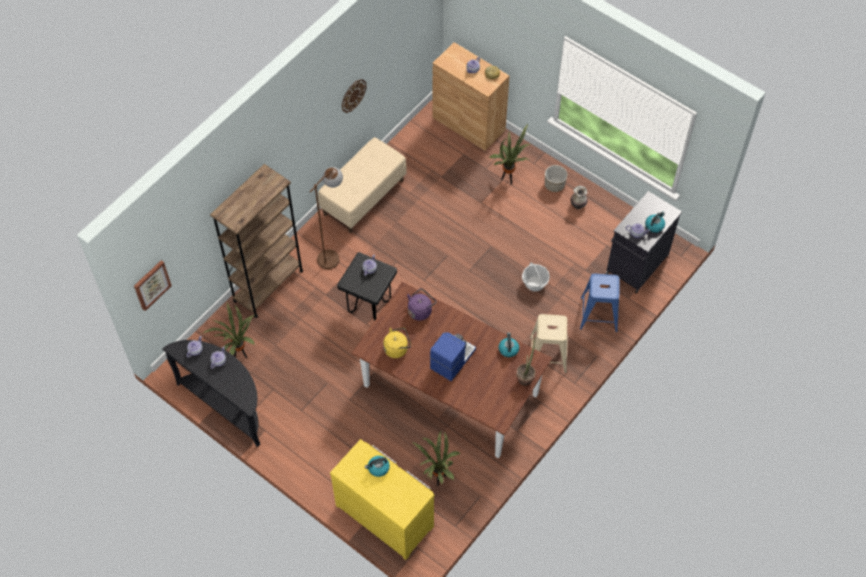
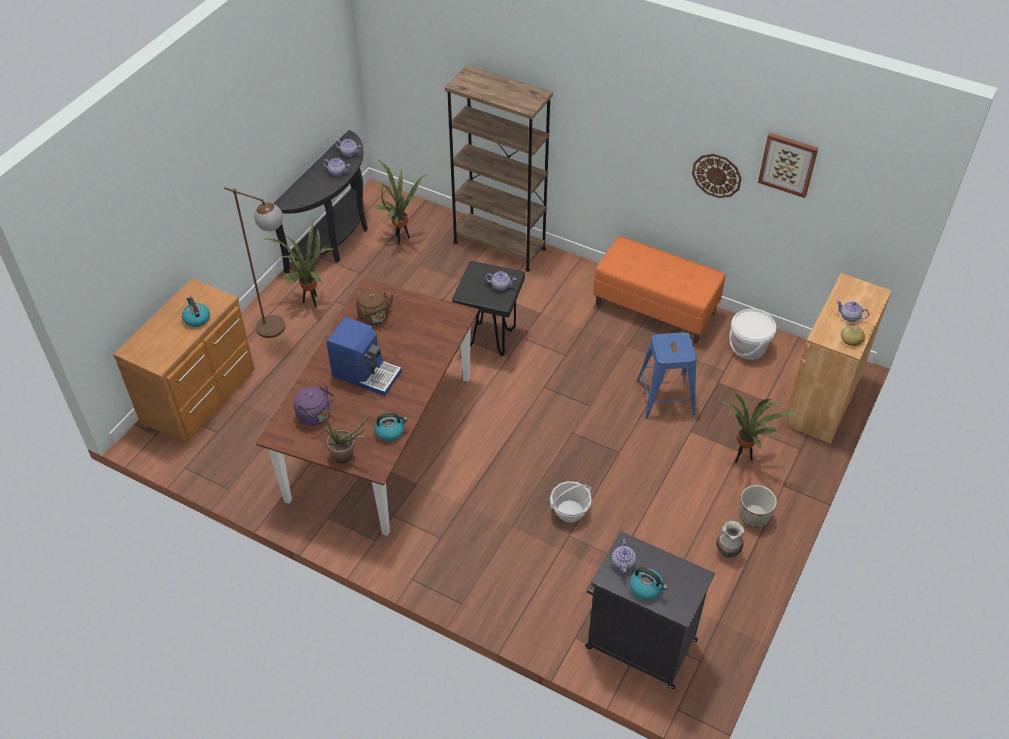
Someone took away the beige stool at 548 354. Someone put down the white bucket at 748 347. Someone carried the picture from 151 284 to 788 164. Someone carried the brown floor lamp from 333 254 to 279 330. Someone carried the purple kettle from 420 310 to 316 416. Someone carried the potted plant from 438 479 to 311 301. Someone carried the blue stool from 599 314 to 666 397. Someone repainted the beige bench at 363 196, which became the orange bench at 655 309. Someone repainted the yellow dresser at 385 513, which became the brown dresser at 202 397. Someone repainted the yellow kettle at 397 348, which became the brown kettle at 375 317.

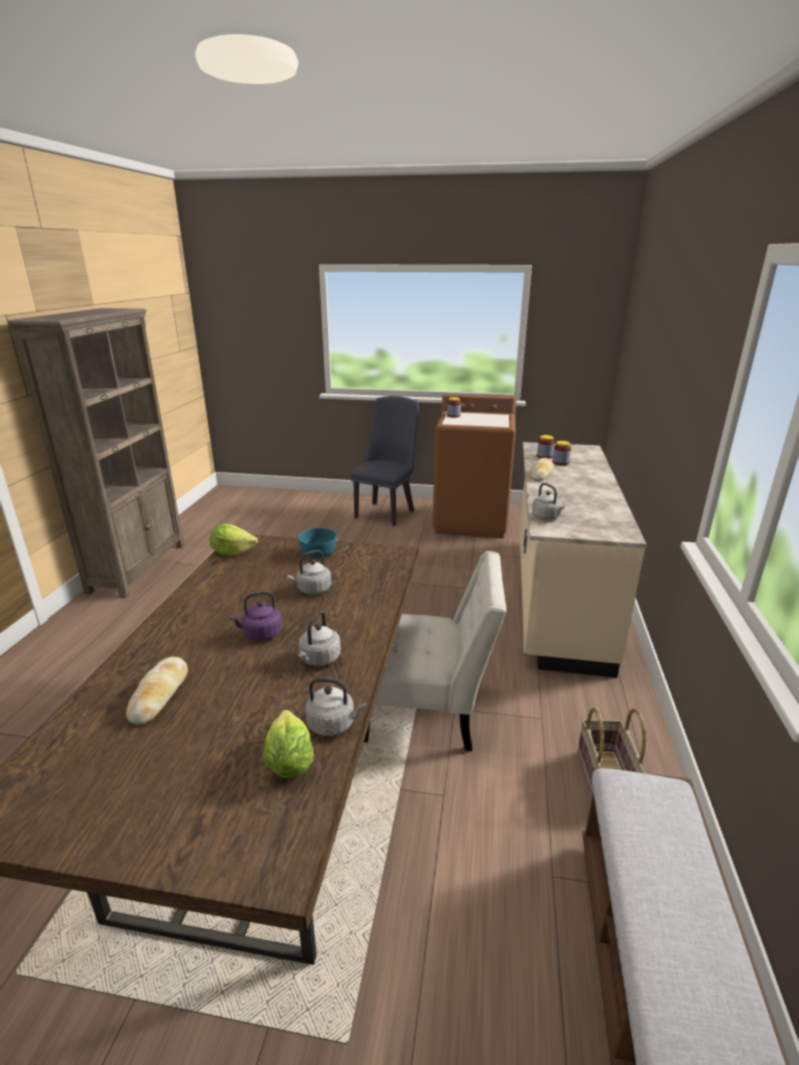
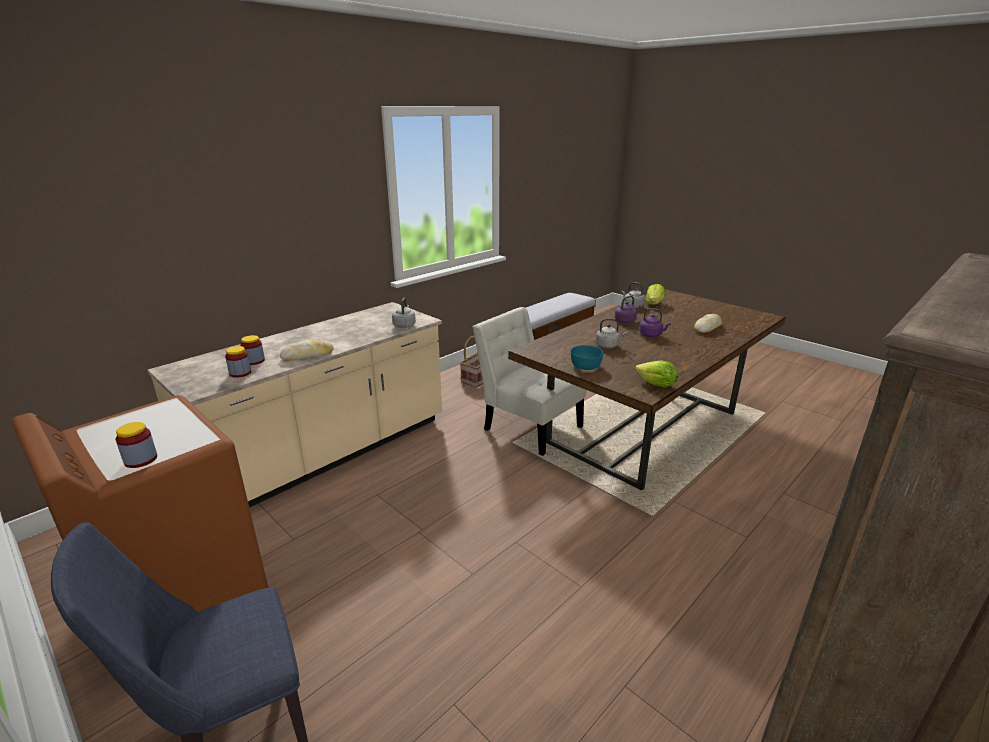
Someone repainted the grey kettle at 319 659, which became the purple kettle at 626 321.

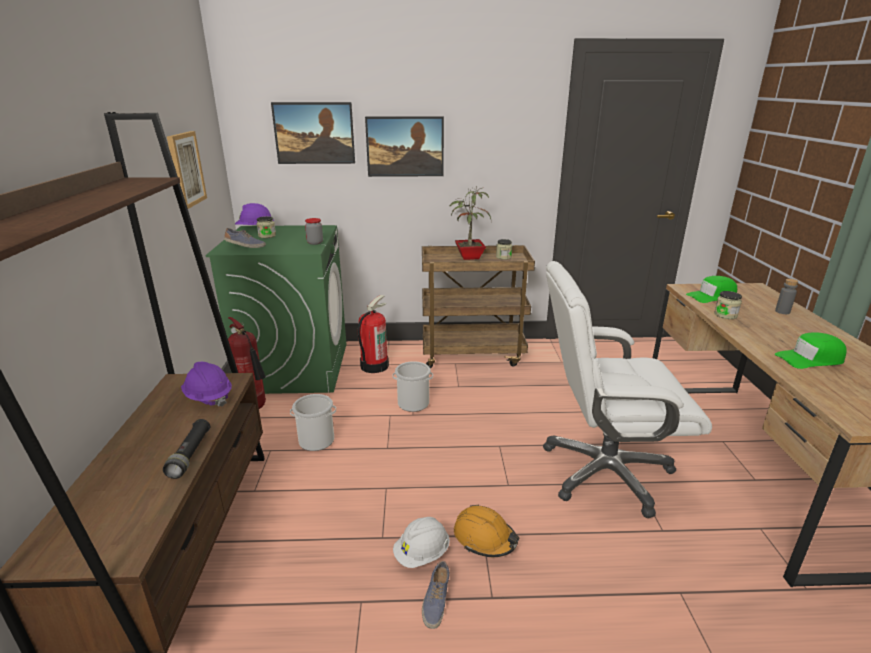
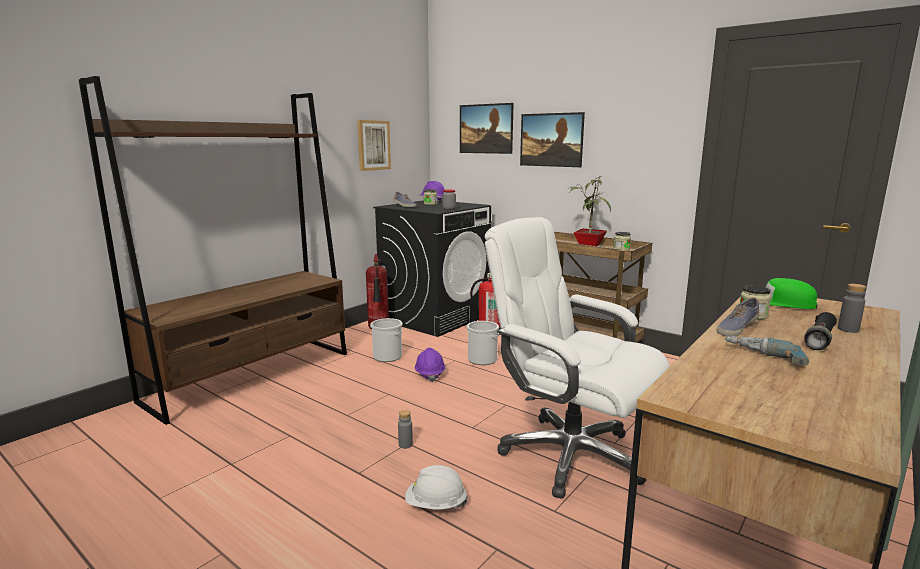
Someone carried the black flashlight from 190 455 to 820 339. Someone carried the purple hard hat from 208 397 to 429 374. Someone carried the white hard hat from 422 554 to 435 505. Someone carried the shoe from 436 600 to 736 328. Someone swapped the orange hard hat at 484 538 for the grey bottle at 405 445. Someone swapped the green cap at 810 359 for the power drill at 763 358. Someone repainted the green washing machine at 295 367, which became the black washing machine at 435 317.

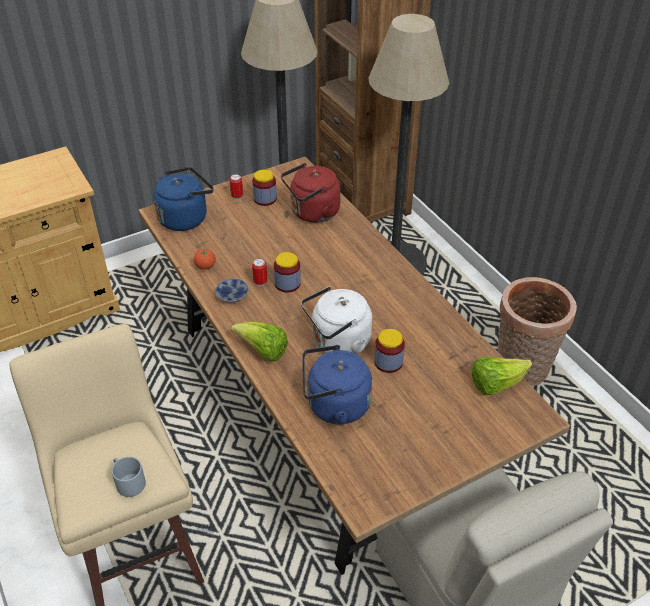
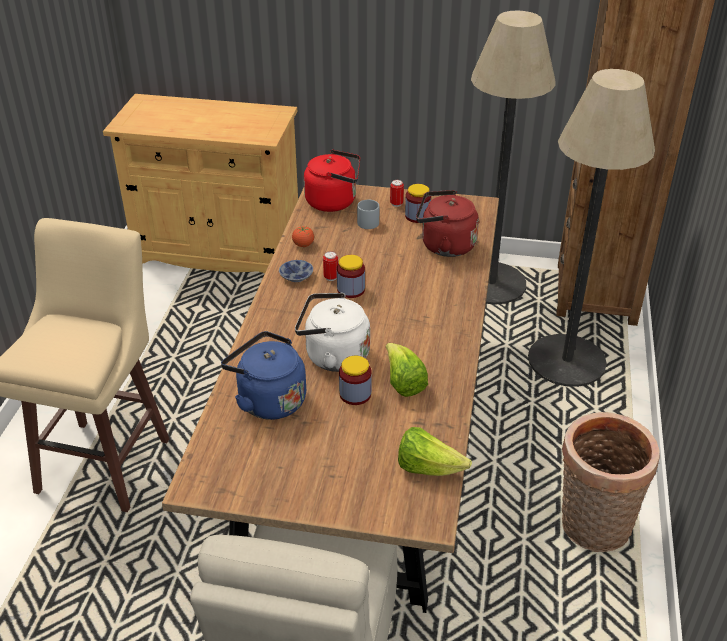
Someone carried the grey mug from 127 481 to 367 221. Someone carried the lettuce from 263 351 to 403 383. Someone repainted the blue kettle at 185 217, which became the red kettle at 334 202.

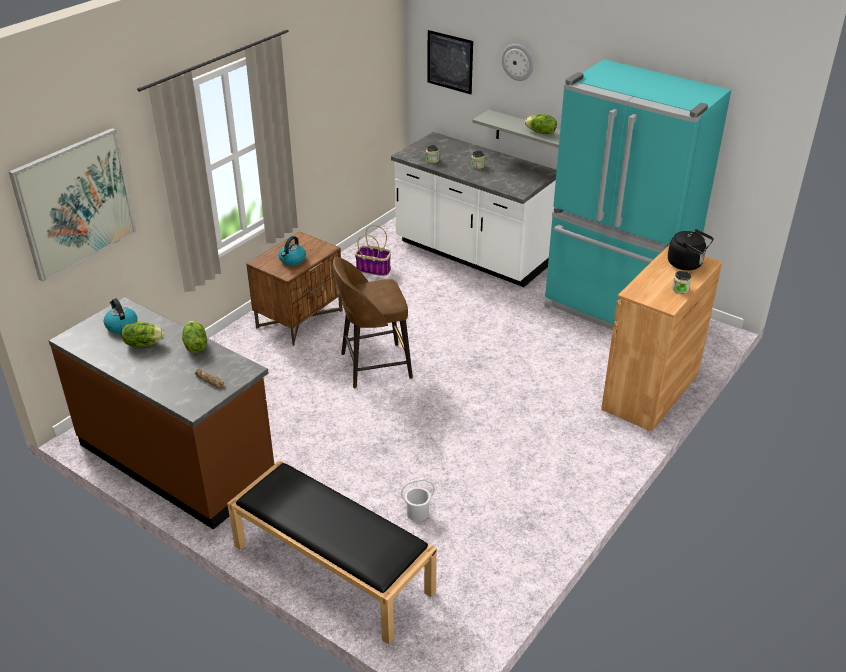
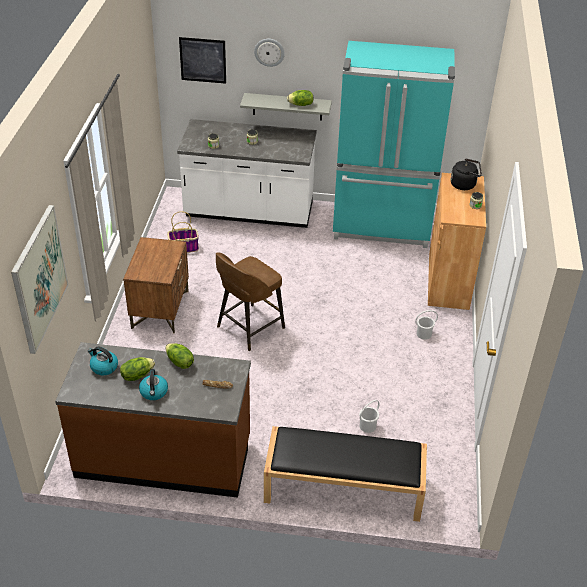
Someone put down the white bucket at 424 334. Someone carried the kettle from 292 260 to 154 392.

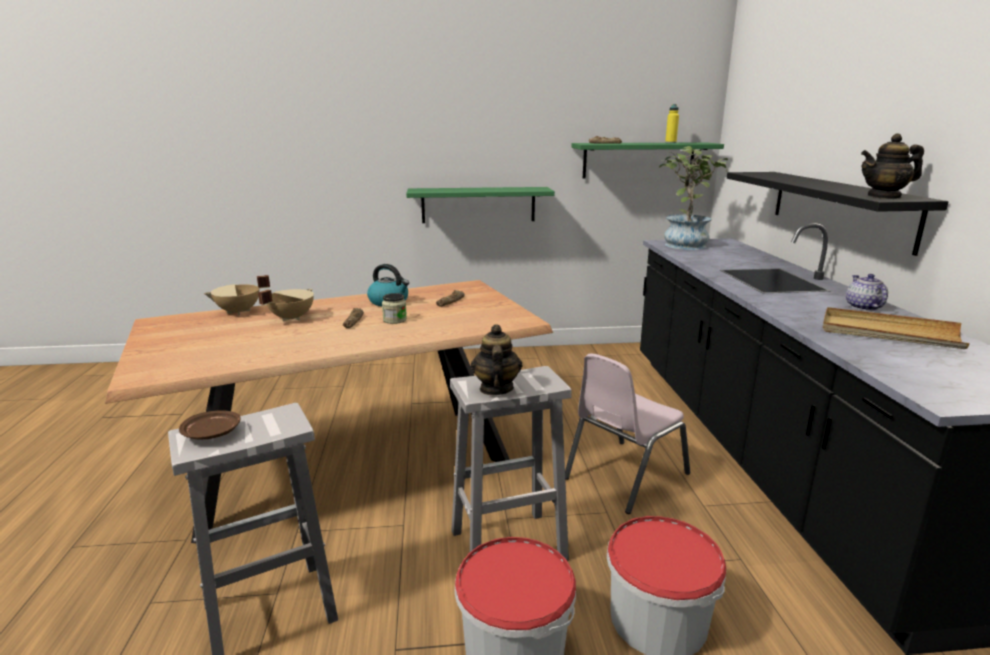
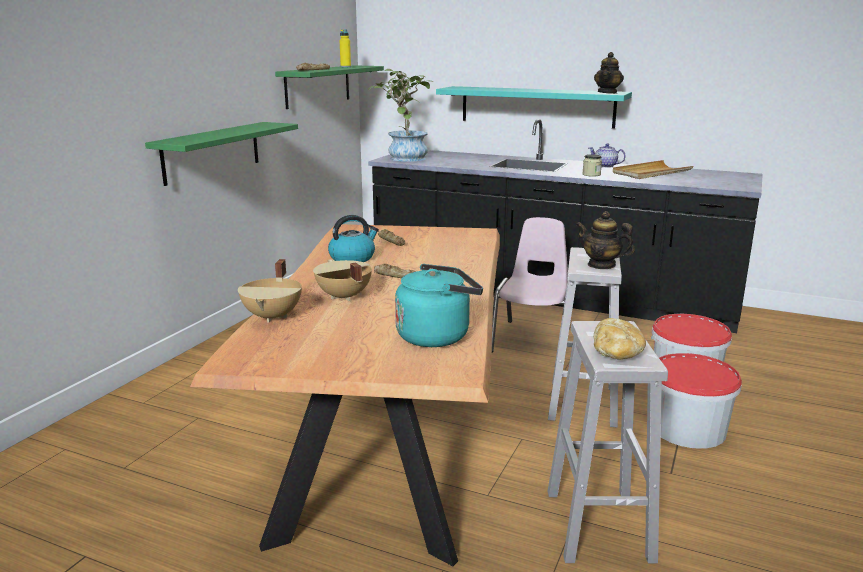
Someone put down the turquoise kettle at 437 336. Someone carried the jar from 395 320 to 591 174. Someone swapped the brown plate at 212 434 for the bread at 617 353. Someone repainted the black shelf at 839 207, which became the turquoise shelf at 536 106. Someone rotated the pink chair at 624 475 by 150 degrees counterclockwise.

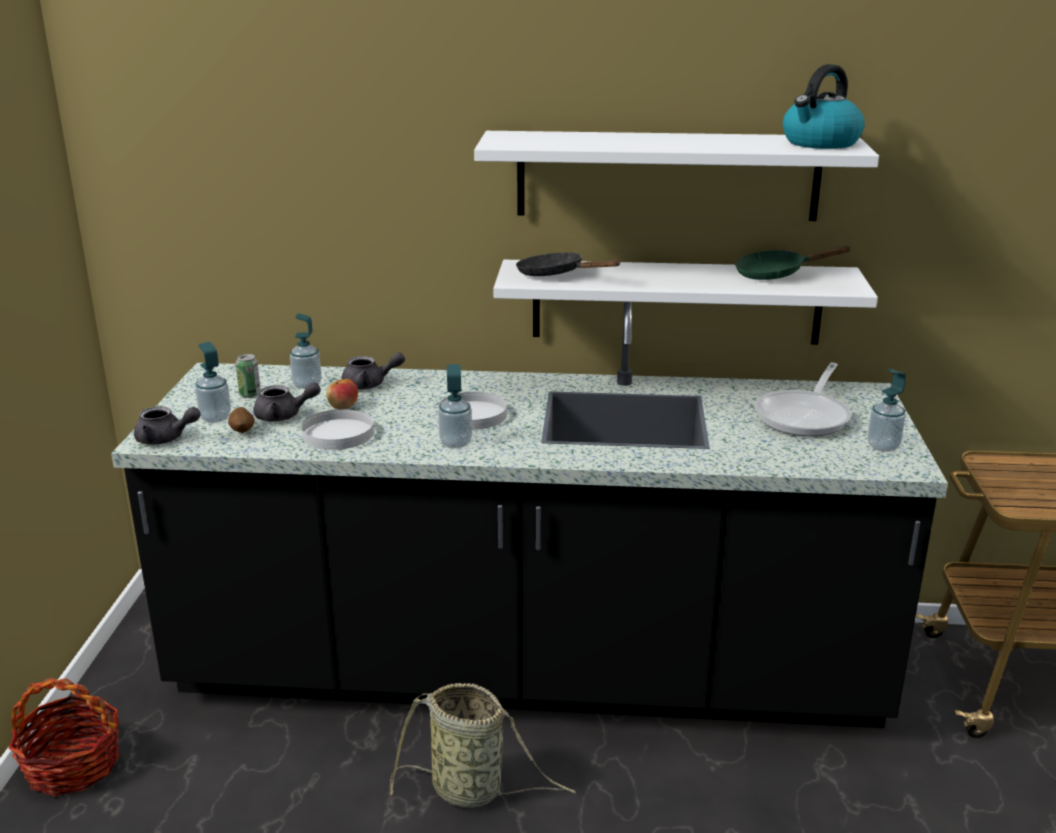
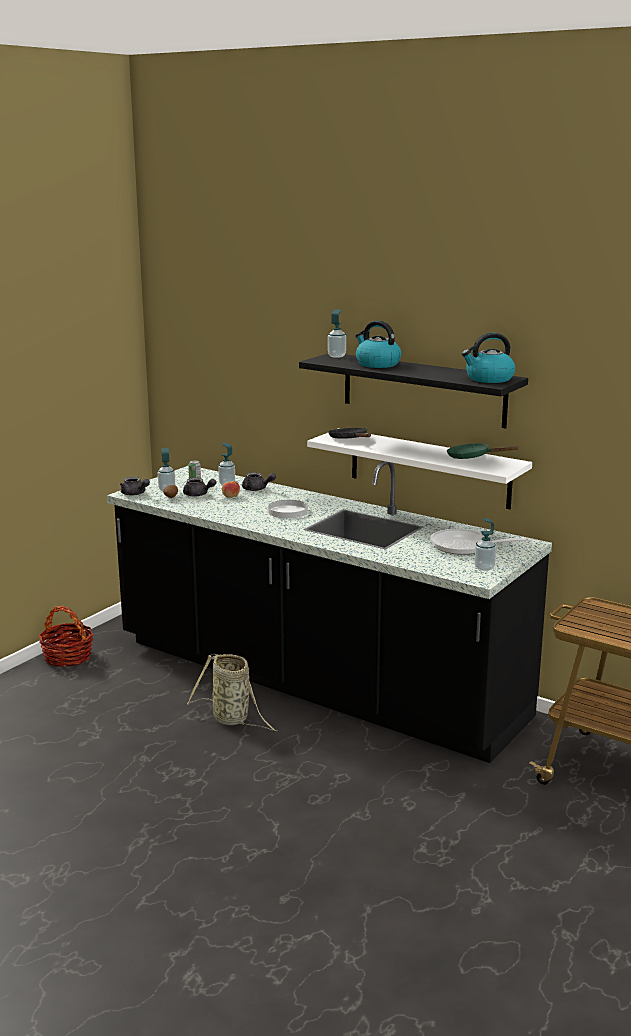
Someone took away the white plate at 337 434. Someone put down the kettle at 377 364. Someone carried the soap dispenser from 455 443 to 336 356. Someone repainted the white shelf at 667 175, which became the black shelf at 423 389. Someone rotated the frying pan at 805 416 by 45 degrees clockwise.

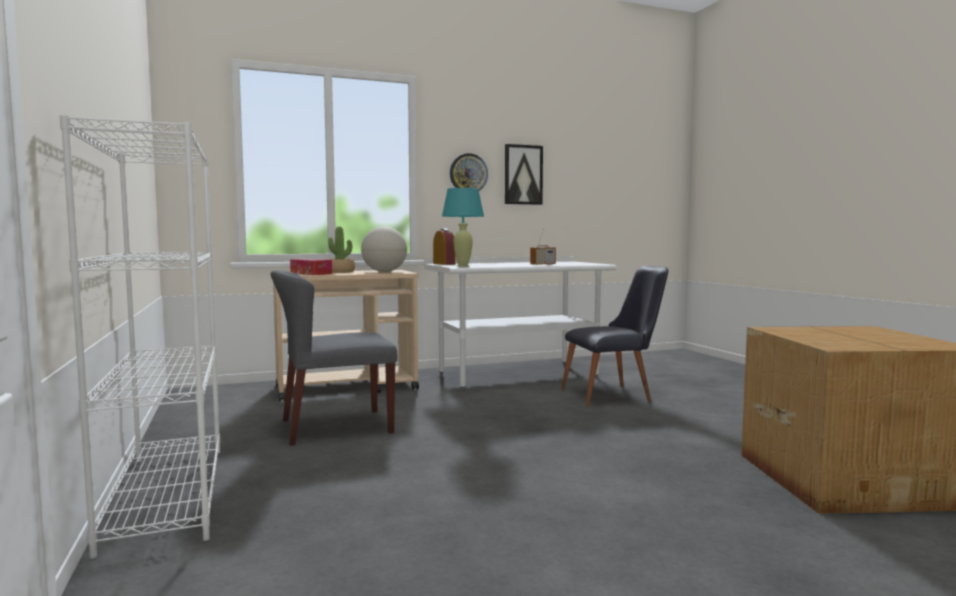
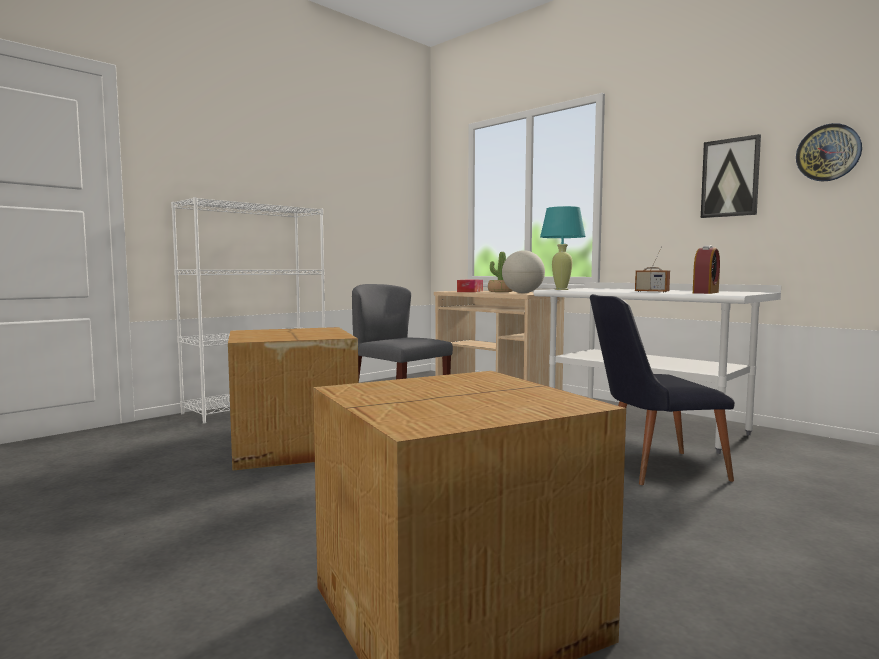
Someone put down the cardboard box at 291 446. Someone carried the alarm clock from 444 264 to 705 292. Someone carried the wall clock from 468 173 to 828 153. Someone rotated the black chair at 614 395 by 120 degrees clockwise.

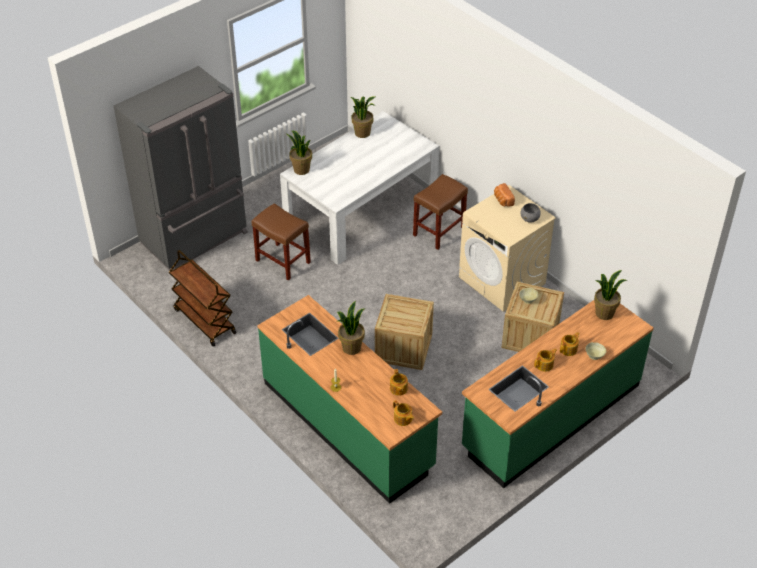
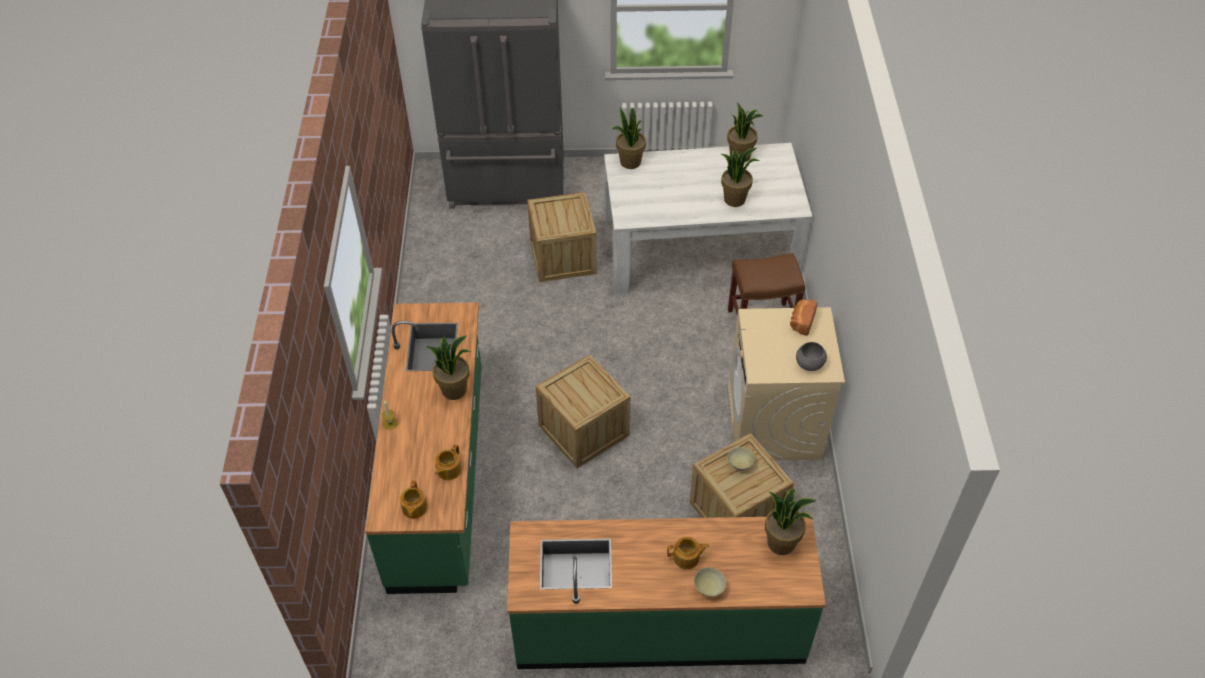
Someone took away the brown cart at 204 321. Someone took away the teapot at 545 365. Someone put down the potted plant at 734 199. Someone swapped the brown stool at 282 261 for the crate at 563 257.

